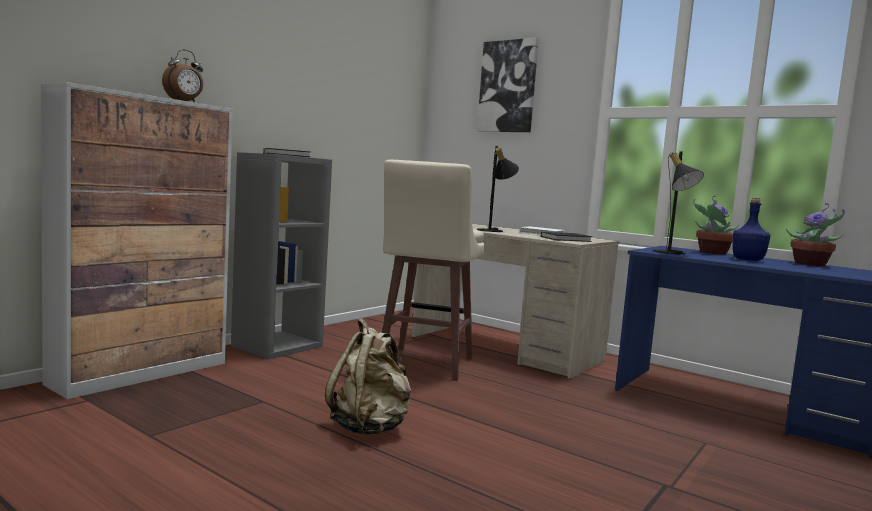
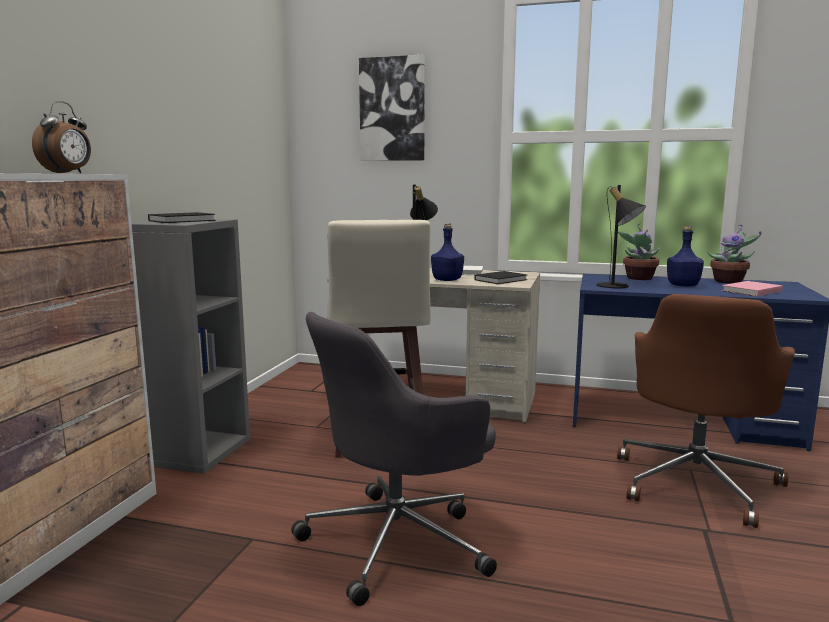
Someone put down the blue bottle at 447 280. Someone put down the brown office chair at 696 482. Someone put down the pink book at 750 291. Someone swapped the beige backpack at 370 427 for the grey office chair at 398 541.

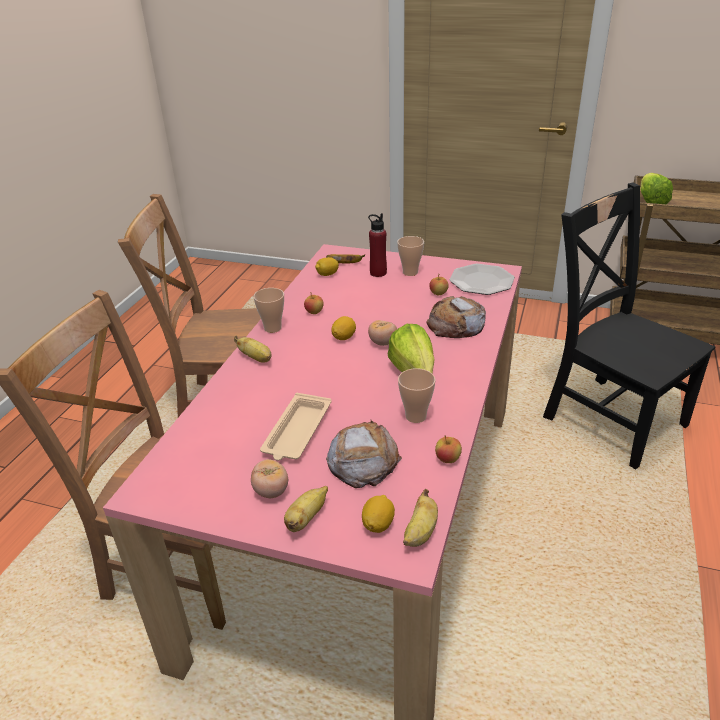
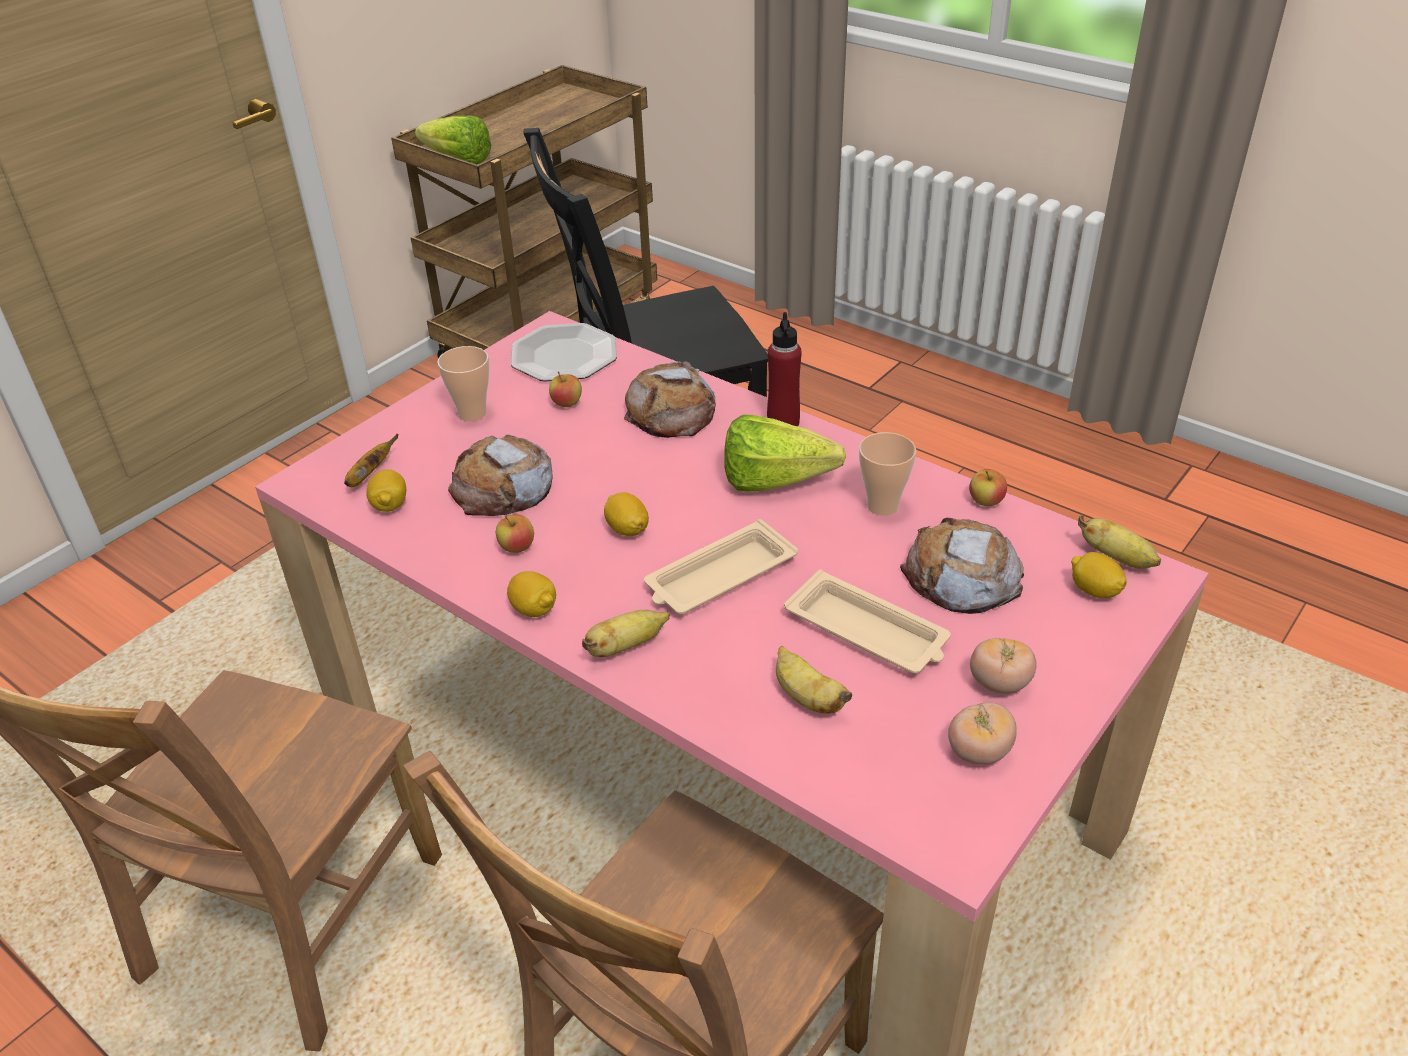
Someone put down the bread at 503 487. Someone put down the beige tray at 719 577. Someone carried the banana from 306 518 to 807 698. Someone carried the red bottle from 378 273 to 783 422. Someone carried the tomato from 383 343 to 978 752. Someone swapped the cup at 272 328 for the lemon at 534 609.

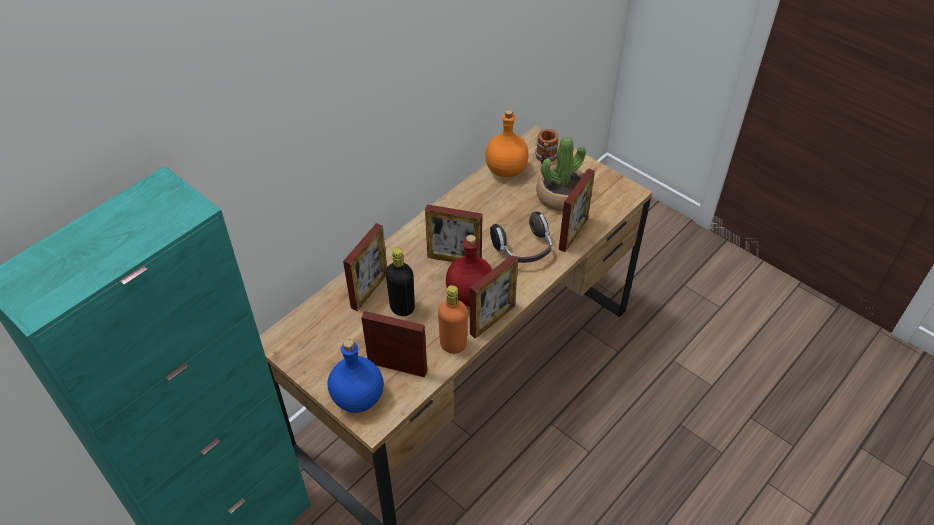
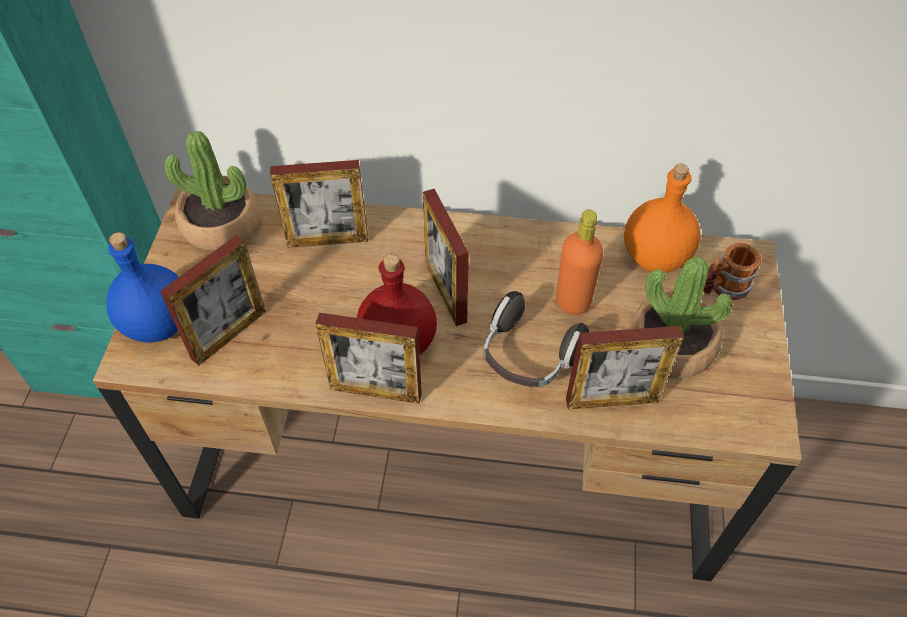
Someone took away the black bottle at 402 307. Someone put down the potted plant at 221 225. Someone carried the orange bottle from 453 344 to 573 301. Someone rotated the picture frame at 397 367 by 60 degrees clockwise.

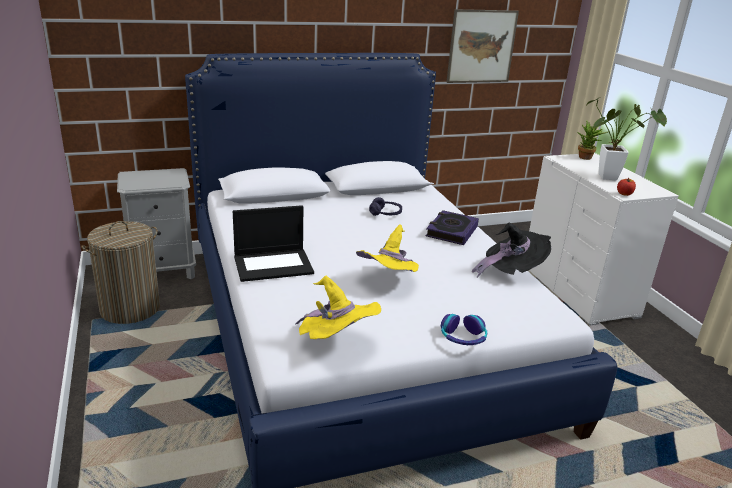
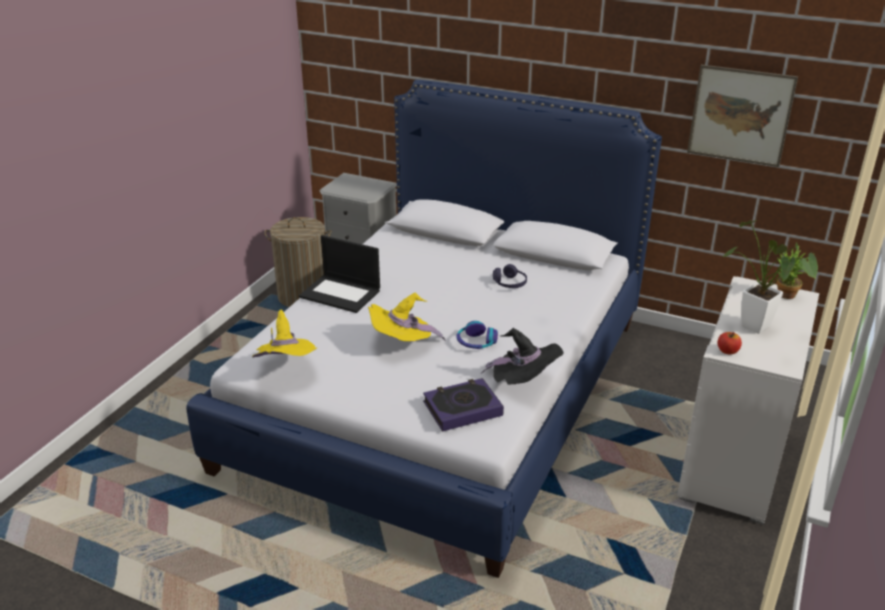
Someone carried the book from 451 231 to 462 409. Someone carried the headphones from 463 337 to 476 342.

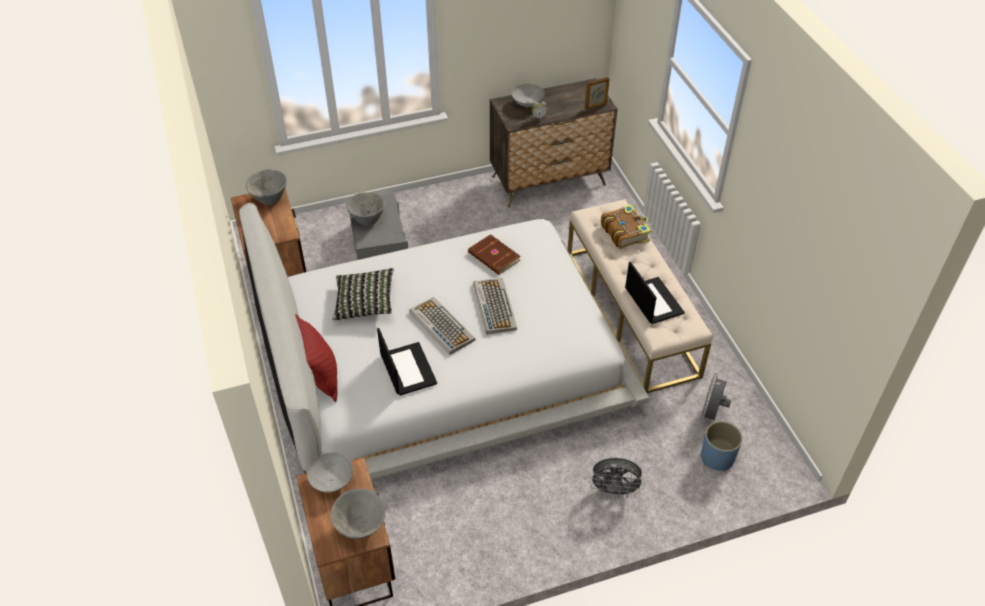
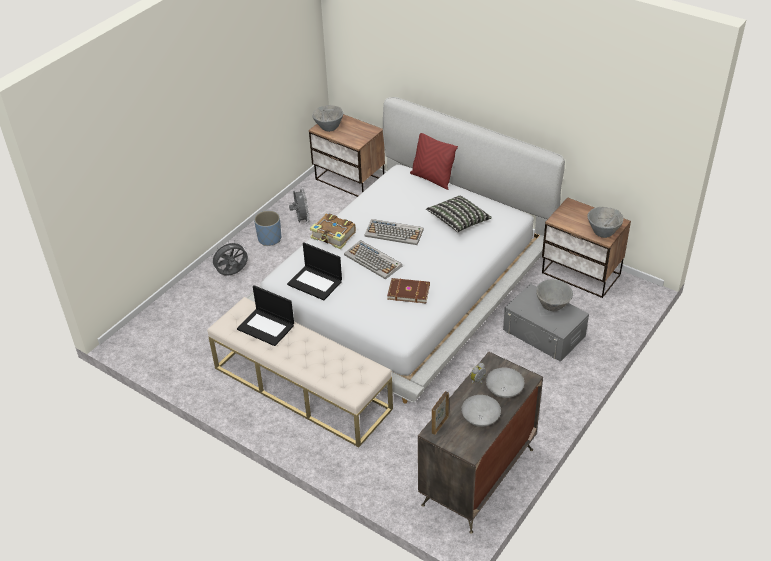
Someone carried the grey bowl from 332 480 to 480 419. Someone carried the laptop from 407 369 to 315 283. Someone carried the book from 625 232 to 333 236. Someone carried the grey fan from 711 414 to 301 220. Someone carried the blue planter from 717 457 to 269 239.

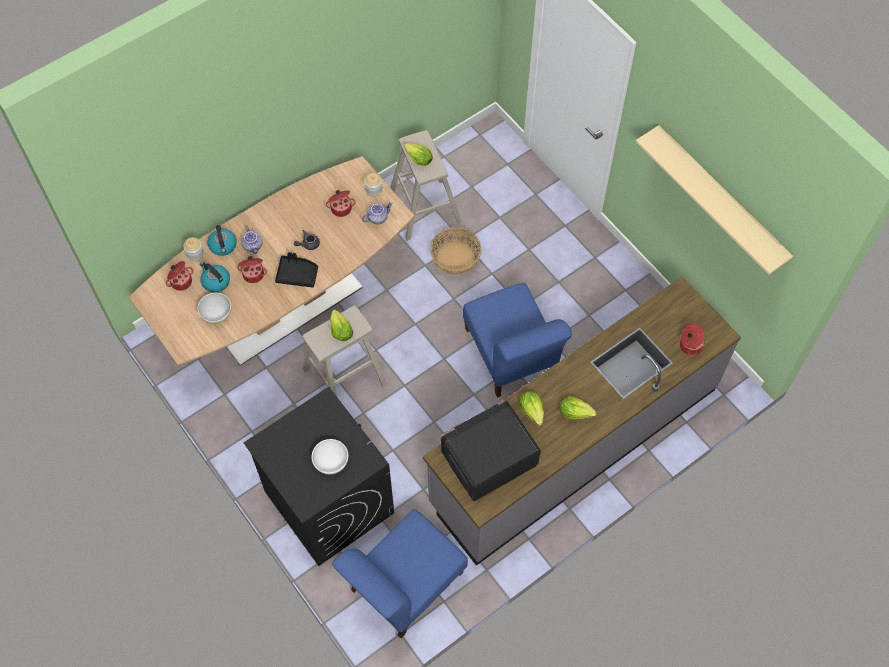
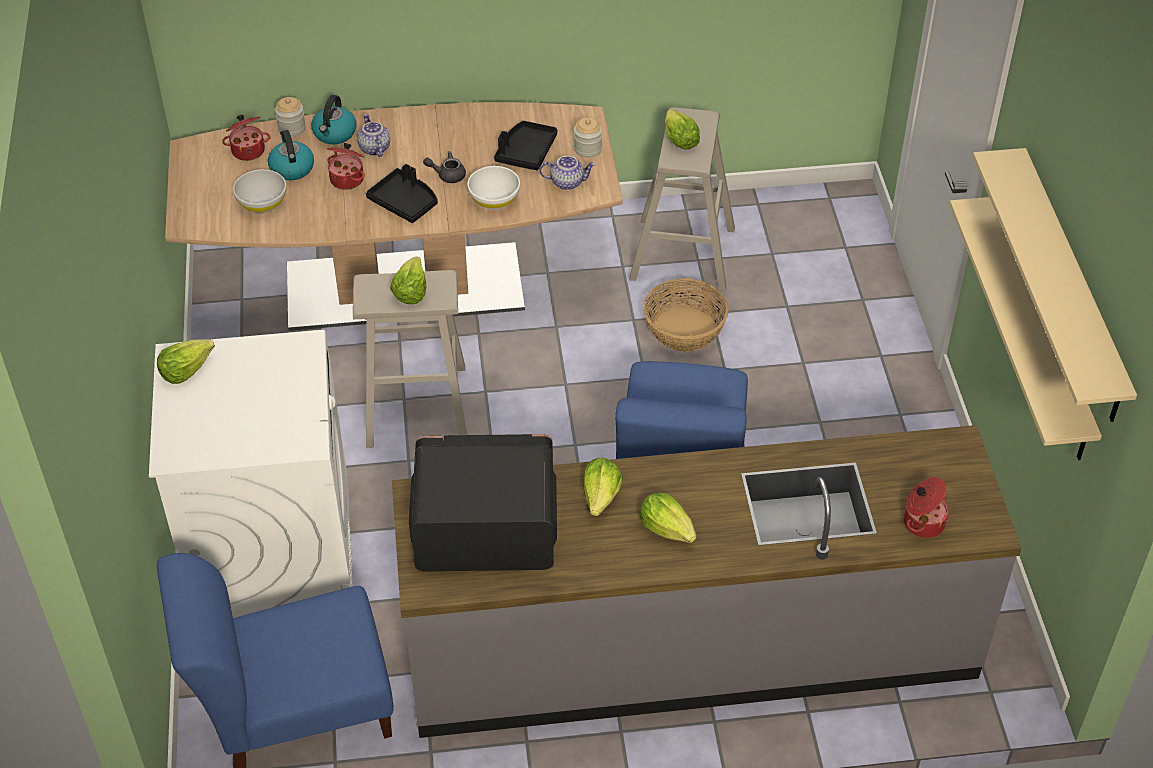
Someone put down the lettuce at 185 370. Someone put up the beige shelf at 1041 330. Someone carried the white bowl from 331 461 to 494 199. Someone swapped the cooking pot at 341 208 for the black tray at 526 152. Someone repainted the black washing machine at 328 502, which became the white washing machine at 273 548. Someone rotated the teapot at 253 245 by 150 degrees clockwise.

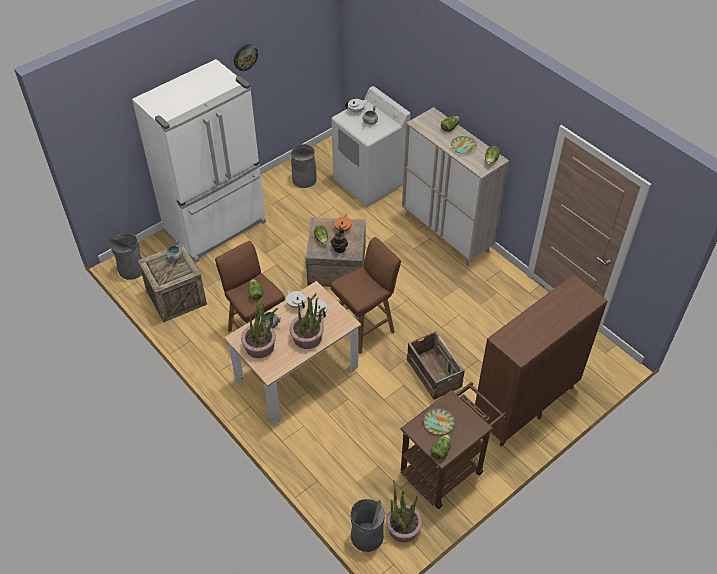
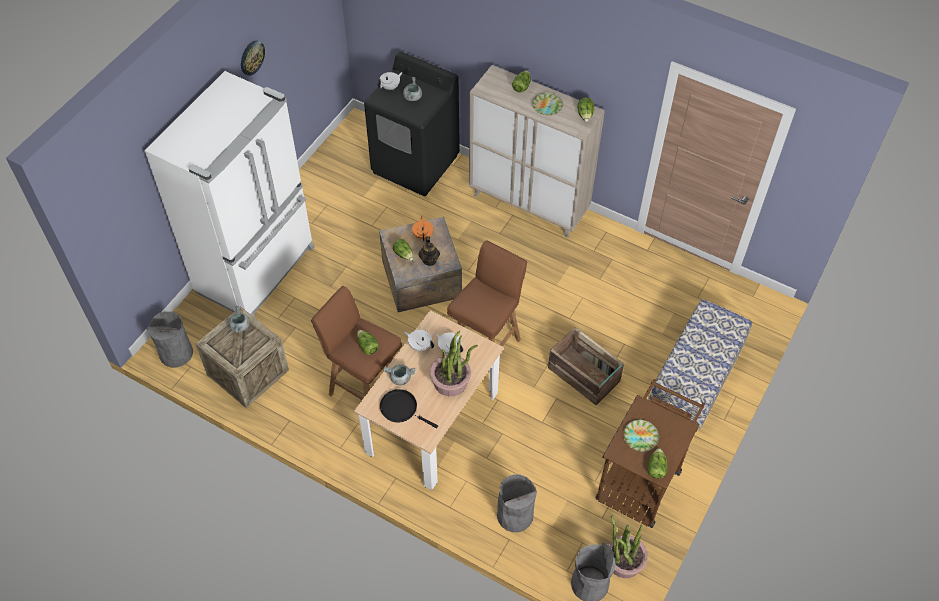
Someone carried the grey trash can from 304 179 to 515 515. Someone swapped the potted plant at 260 346 for the black frying pan at 401 409. Someone swapped the brown cabinet at 525 405 for the bench at 694 381. Someone repainted the white washing machine at 370 182, which became the black washing machine at 415 164.

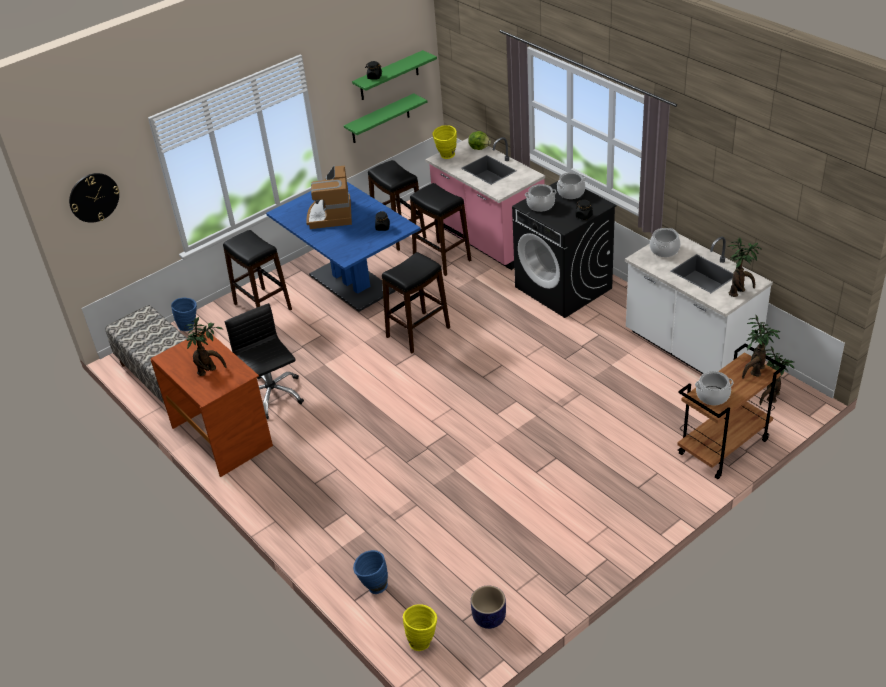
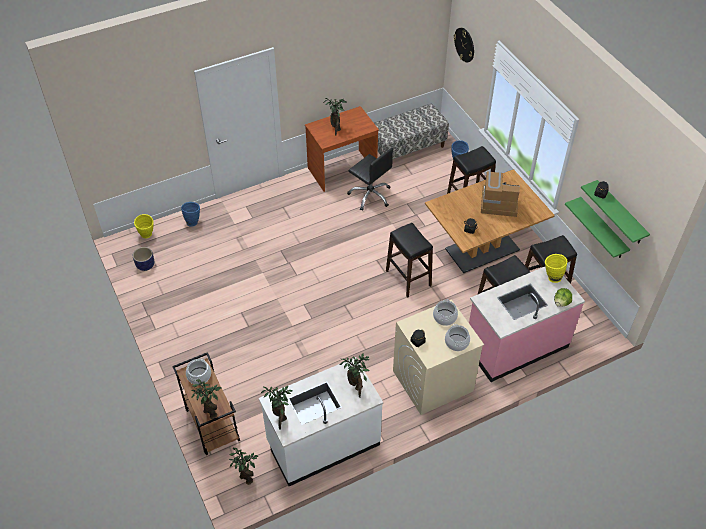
Someone swapped the cooking pot at 664 250 for the potted plant at 356 386. Someone repainted the blue dining table at 351 283, which became the brown dining table at 482 249. Someone repainted the black washing machine at 564 288, which became the beige washing machine at 432 381. Someone rotated the black office chair at 272 395 by 60 degrees clockwise.

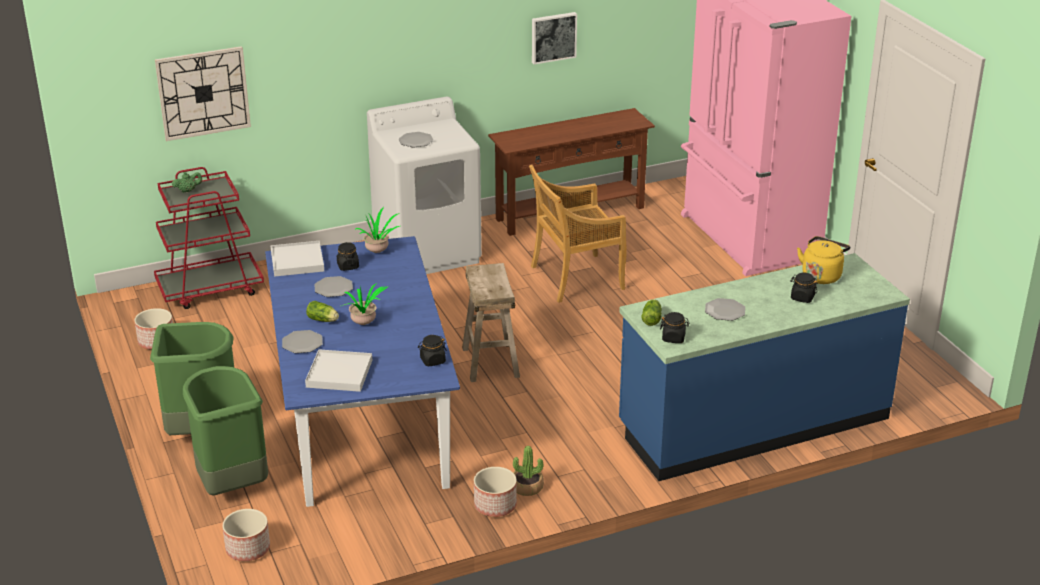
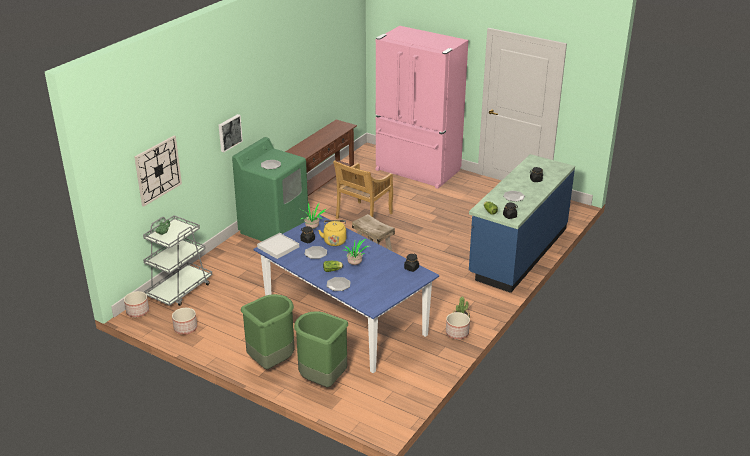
Someone took away the white tray at 339 373. Someone carried the planter from 247 549 to 137 312. Someone carried the picture from 553 37 to 229 132. Someone carried the yellow kettle from 822 275 to 334 241. Someone repainted the red cart at 210 289, which became the grey cart at 180 290. Someone repainted the white washing machine at 428 251, which became the green washing machine at 274 229.

